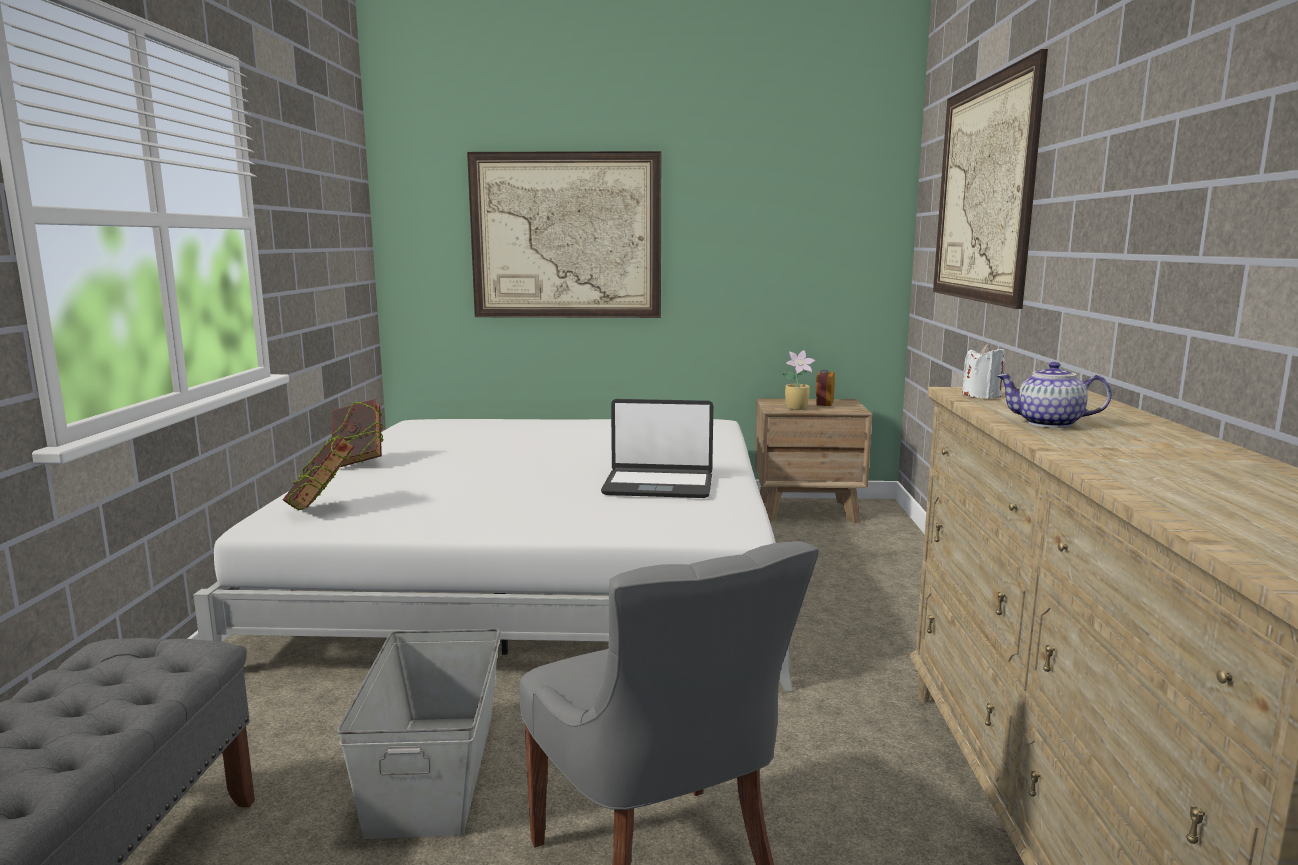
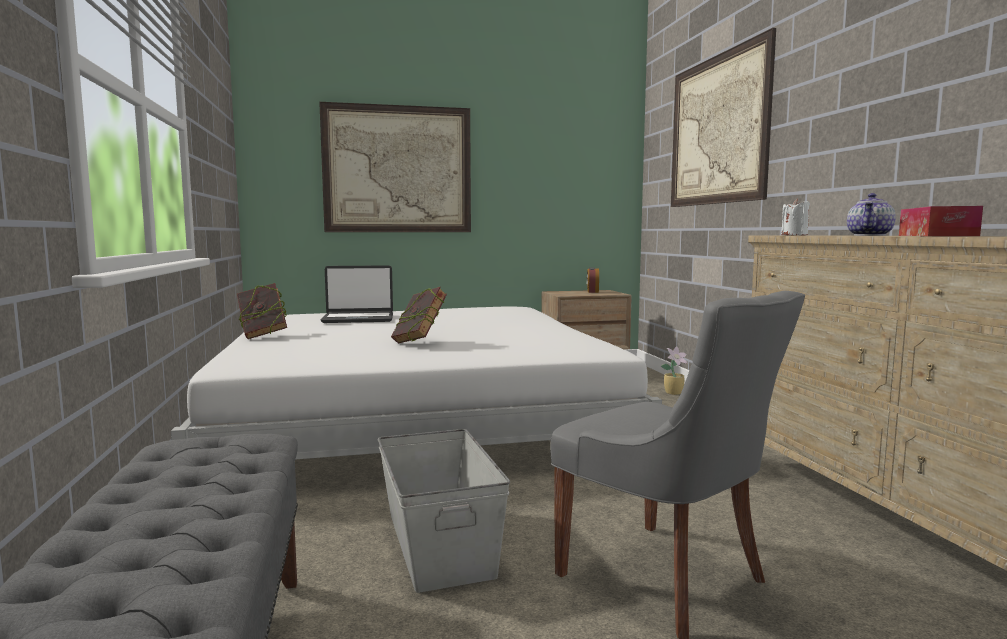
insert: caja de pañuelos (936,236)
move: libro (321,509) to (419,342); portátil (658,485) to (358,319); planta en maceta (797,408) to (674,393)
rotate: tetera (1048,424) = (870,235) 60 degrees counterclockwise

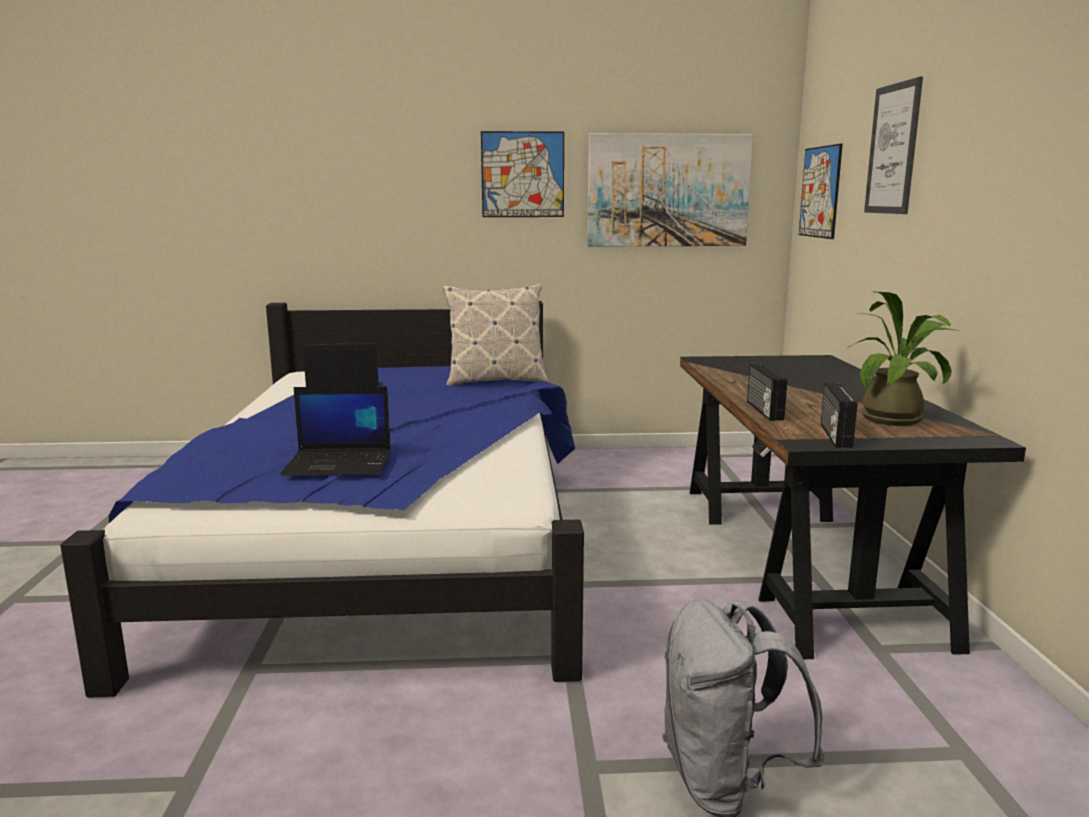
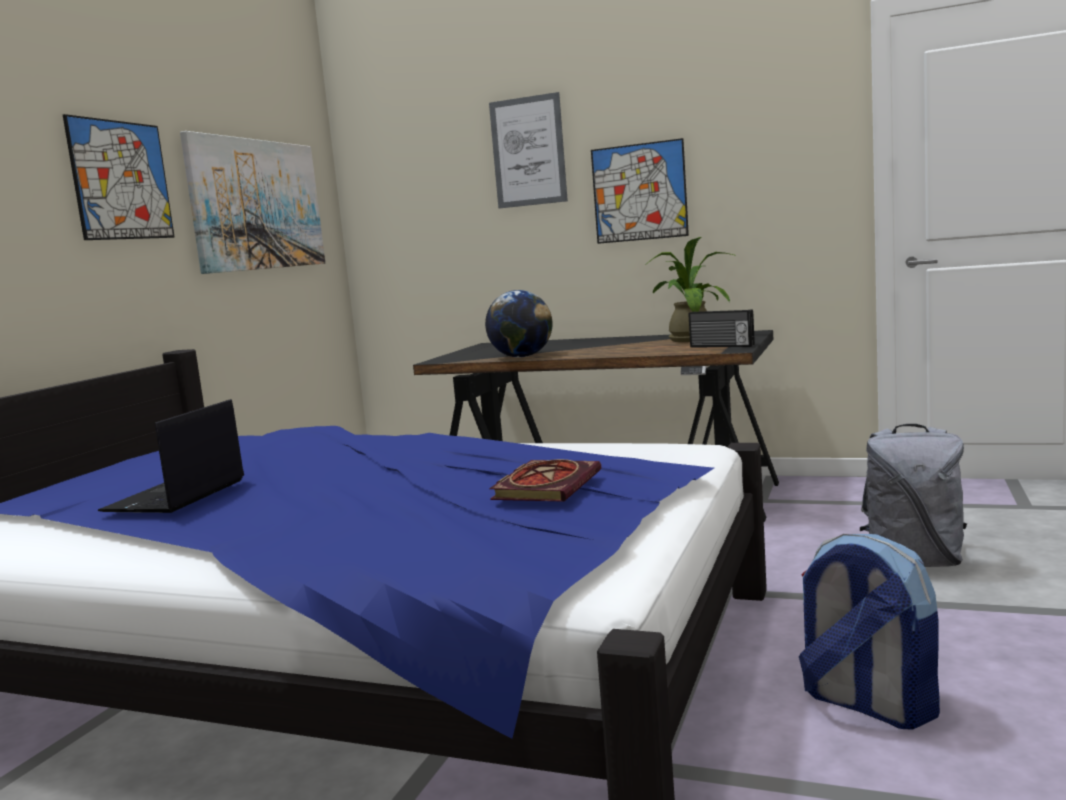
delete: cojín (495,381); radio (763,410)
insert: globo terráqueo (521,357); mochila (866,704)
move: cuadro (820,192) to (639,192)
replace: portátil (340,463) to libro (546,485)

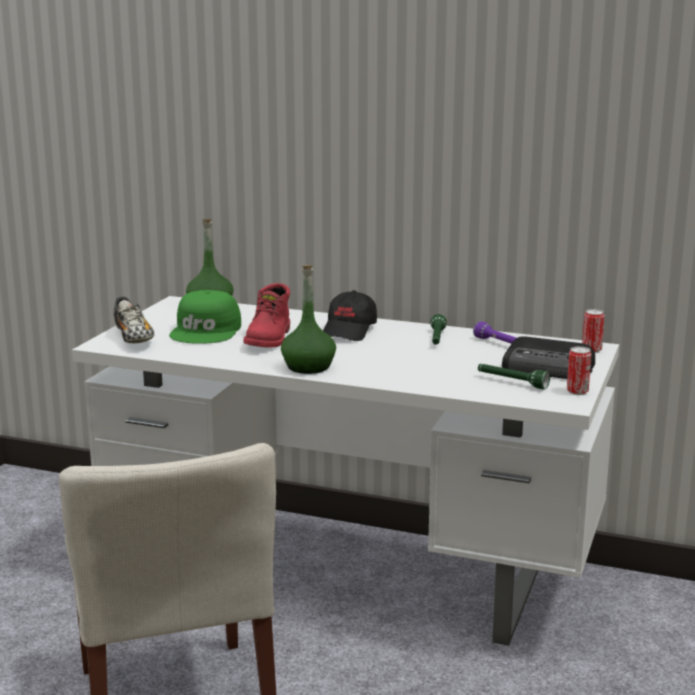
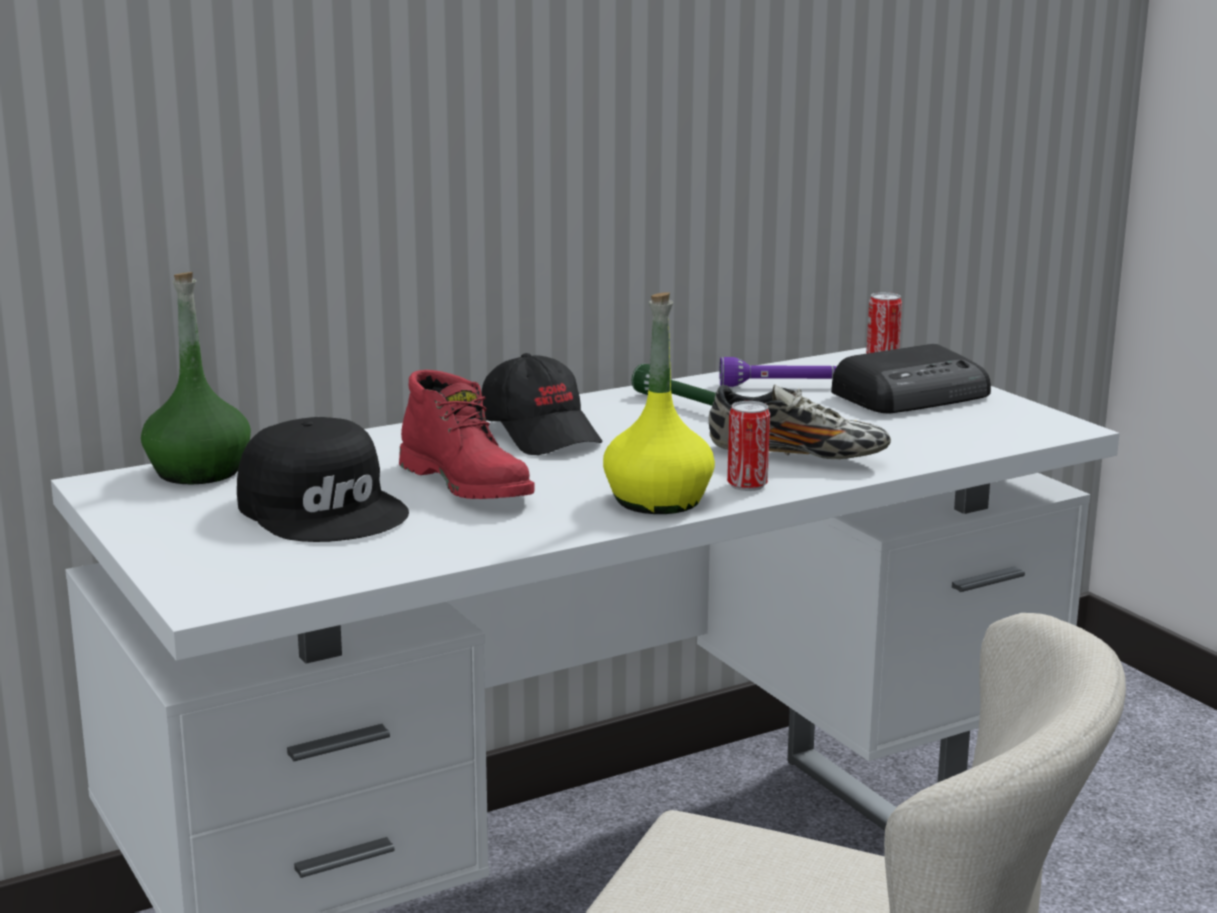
delete: linterna/verde (511,382)
move: zapato (134,338) to (797,456); lata (577,391) to (747,485)
recolor: gorra/verde (207,331) to gorra/negro (325,508); botella/verde (308,367) to botella/amarillo (657,500)

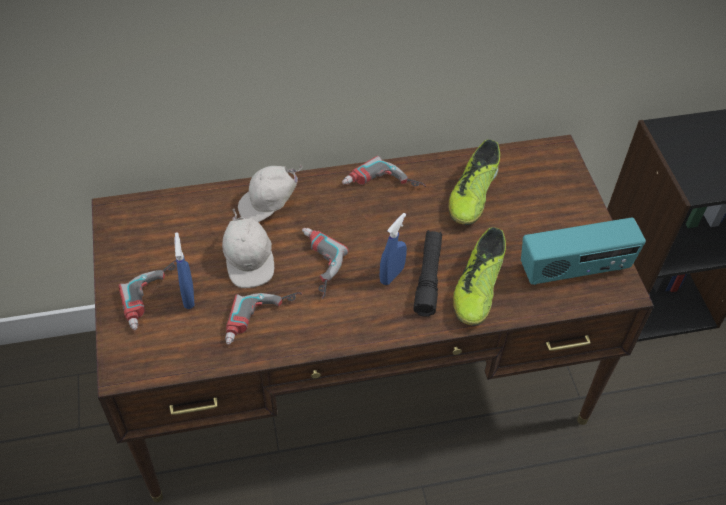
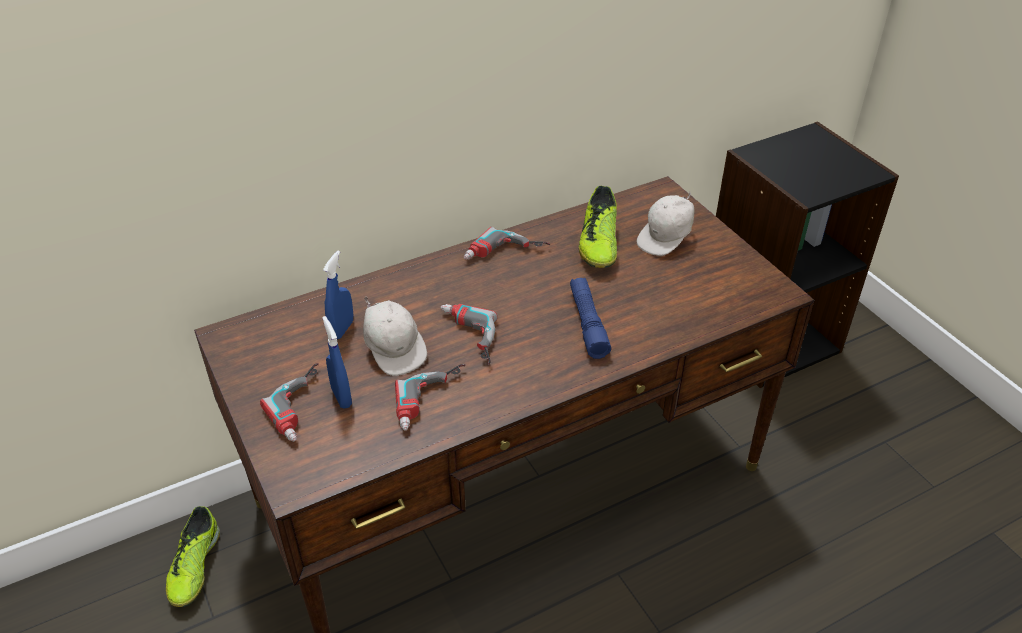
delete: radio (574,270)
move: gorra/blanco (269,205) to (666,239); pulverizador/azul (392,275) to (342,329); zapato (478,287) to (194,566)
recolor: linterna/negro (428,277) to linterna/azul (587,323)

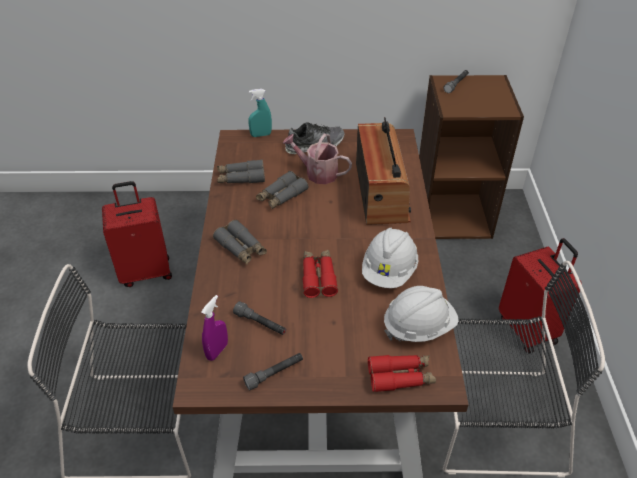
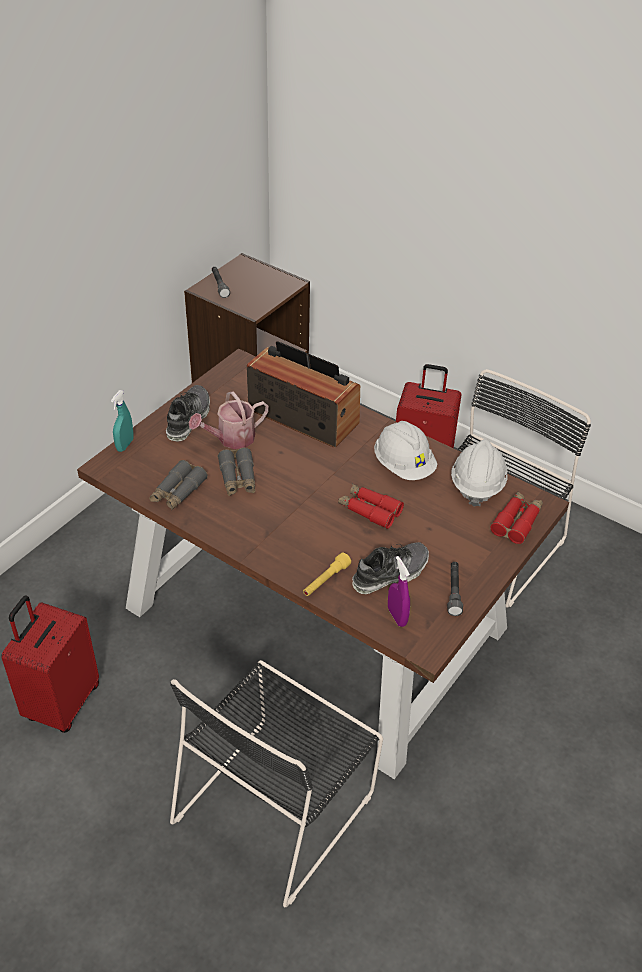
delete: prismáticos/gris (241,248)
insert: linterna/amarillo (325,580)
replace: linterna/gris (260,324) to zapato (390,573)

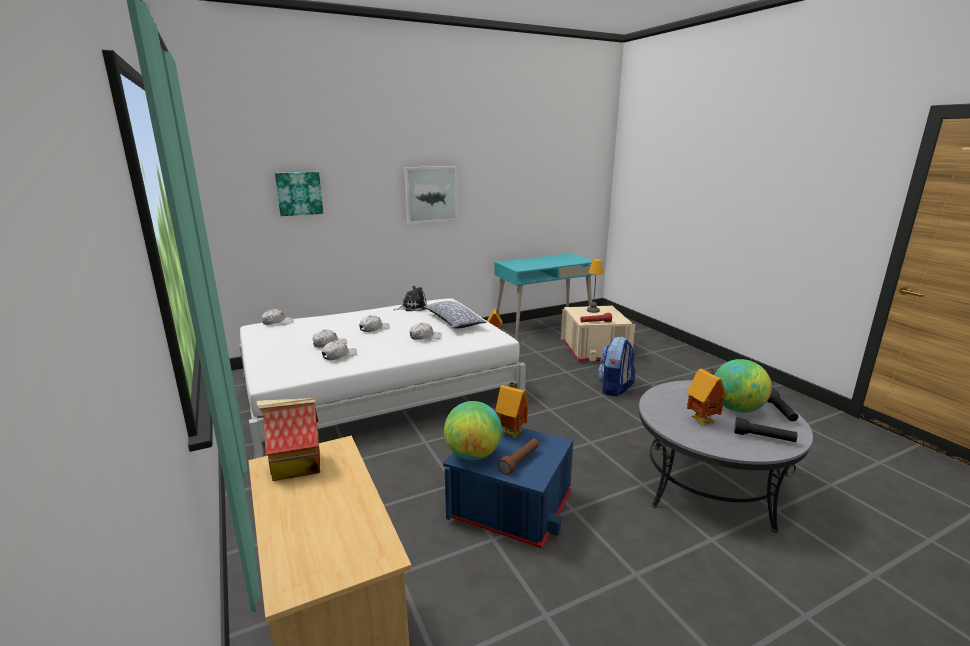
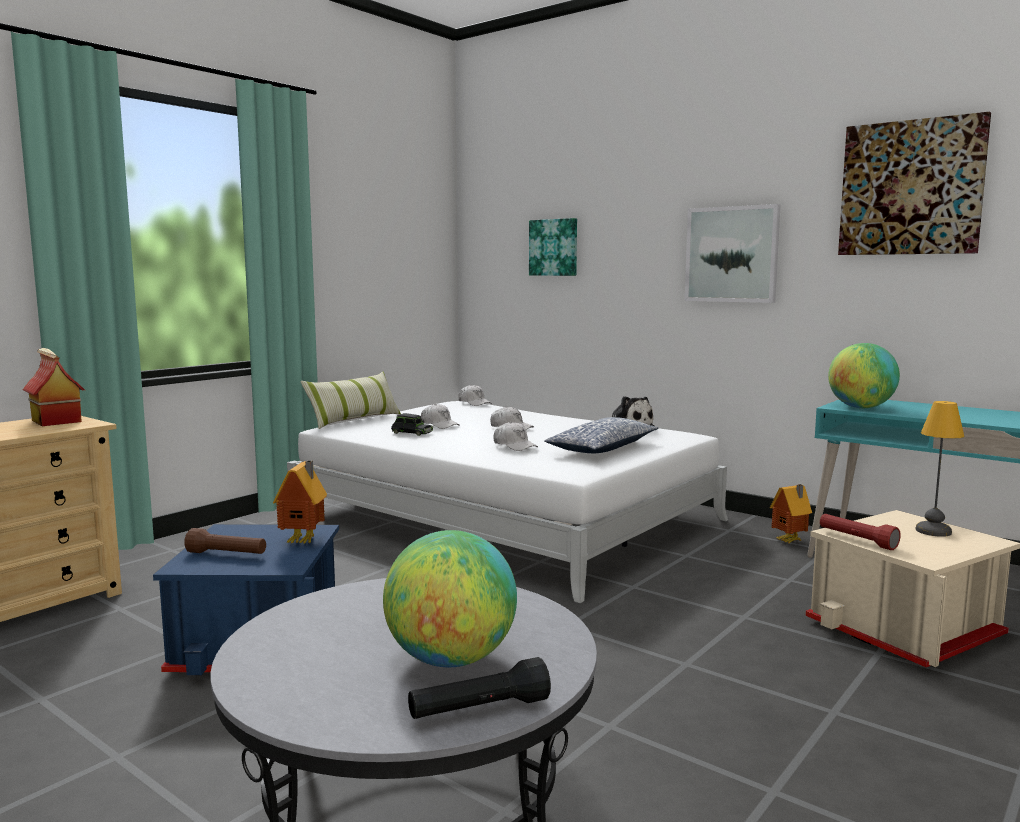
delete: mochila (615,389); casita (703,420); linterna/negro (763,438)
insert: cojín (354,420); cuadro (911,188)
move: globo terráqueo (473,455) to (861,407)
replace: gorra/blanco (339,355) to coche de juguete/negro (411,432)

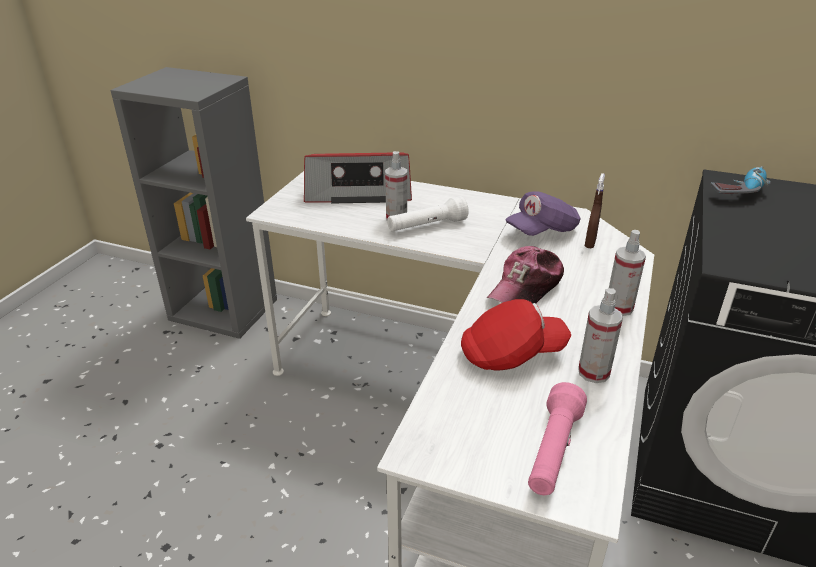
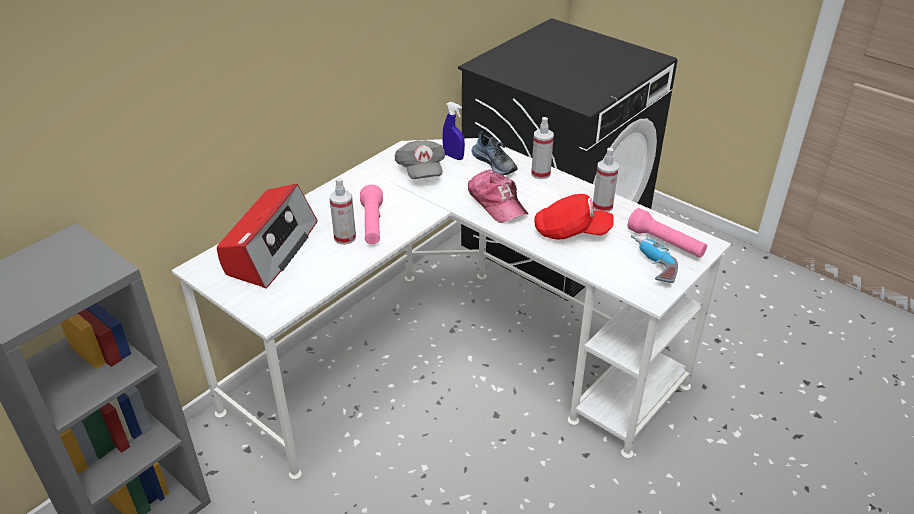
insert: zapato (495,164)
move: taladro (739,190) to (651,265)
recolor: linterna/blanco (427,226) to linterna/rosa (372,224); gorra/morado (542,231) to gorra/gris (421,171); pulverizador/marrón (590,243) to pulverizador/azul (453,156)
rotate: gorra/rojo (511,354) = (571,232) 90 degrees clockwise

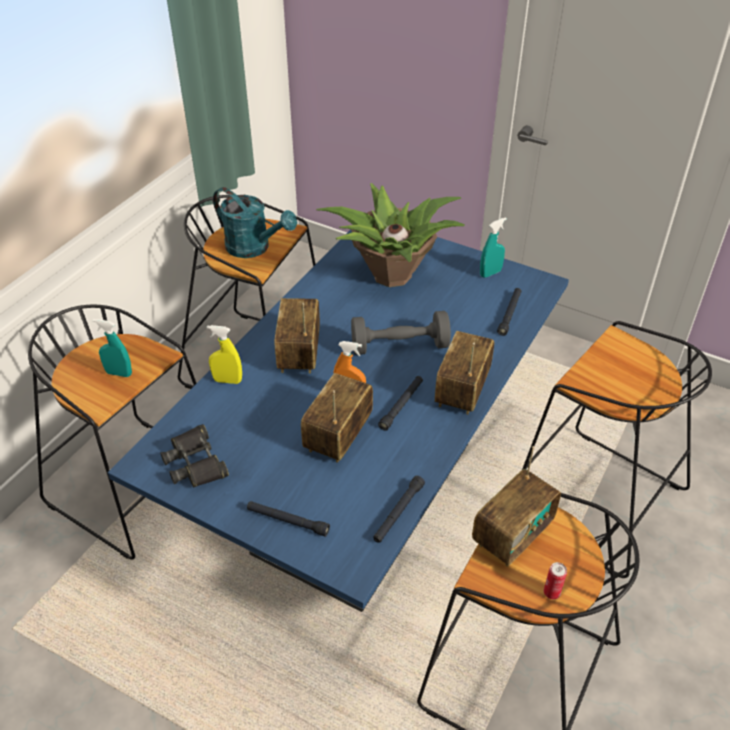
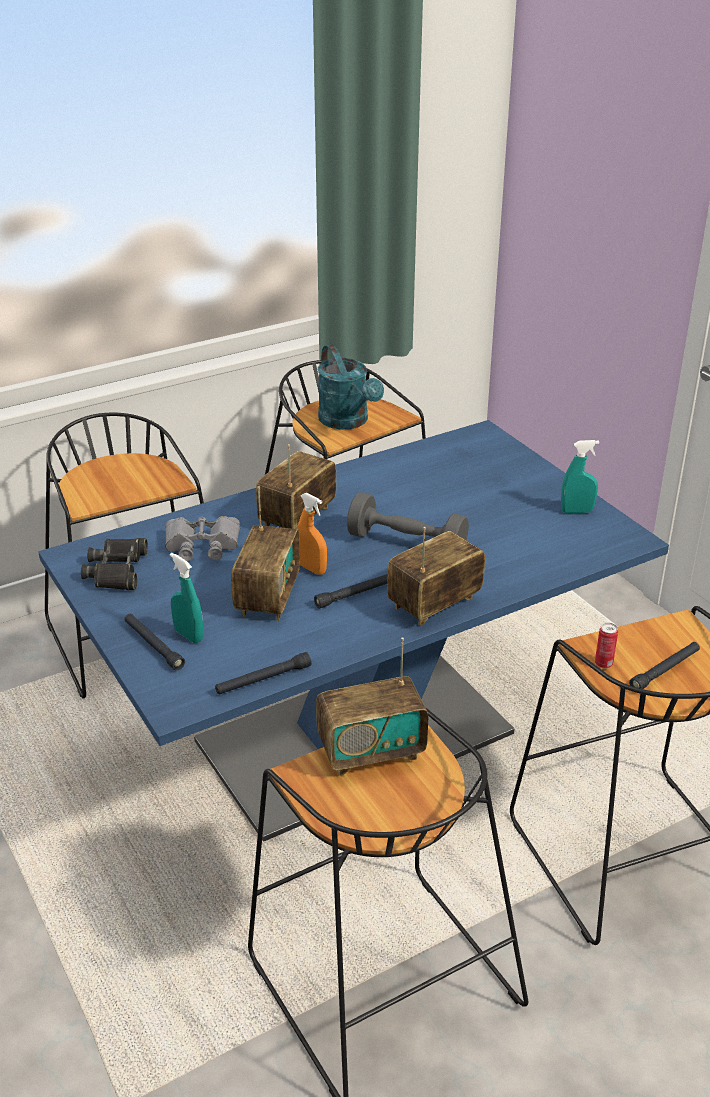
delete: pulverizador/amarillo (227,380); planta en maceta (390,274)
insert: prismáticos/gris (202,545)
move: pulverizador/turquesa (119,373) to (188,635); linterna/negro (509,314) to (665,670); lata (551,593) to (603,664)
rotate: radio (338,436) = (268,597) 135 degrees clockwise

